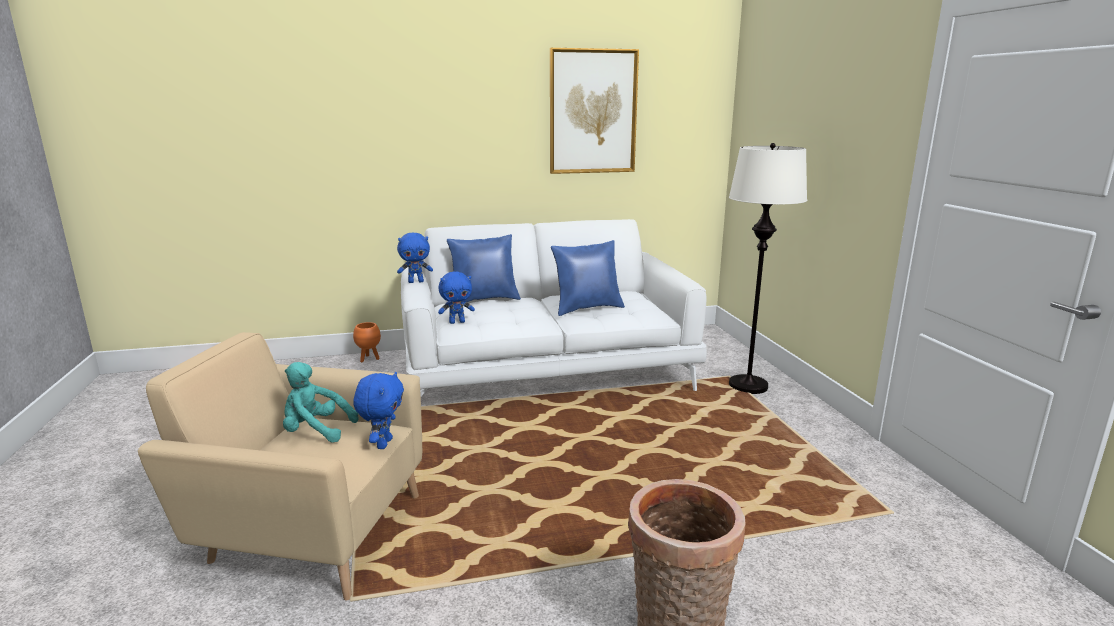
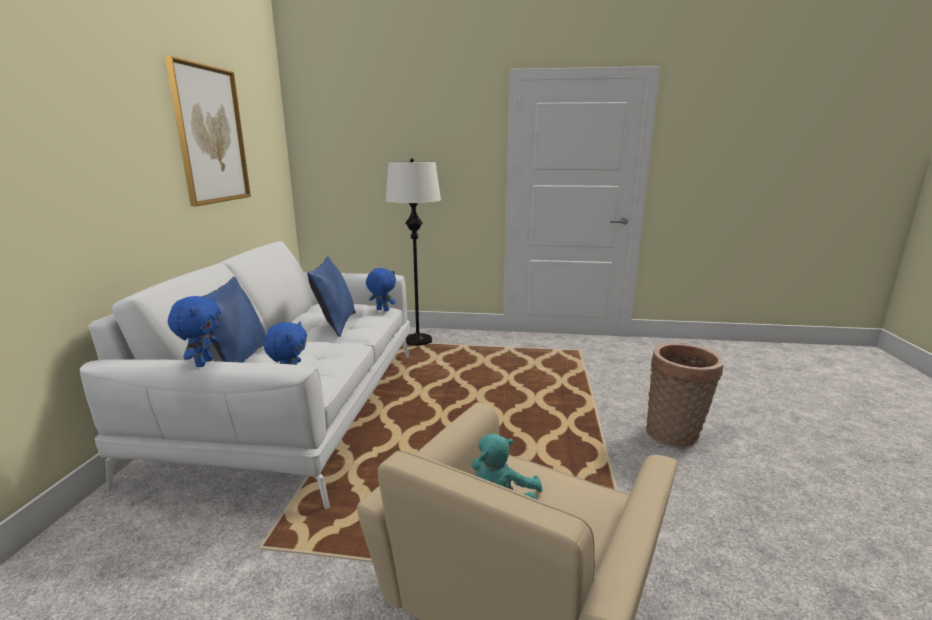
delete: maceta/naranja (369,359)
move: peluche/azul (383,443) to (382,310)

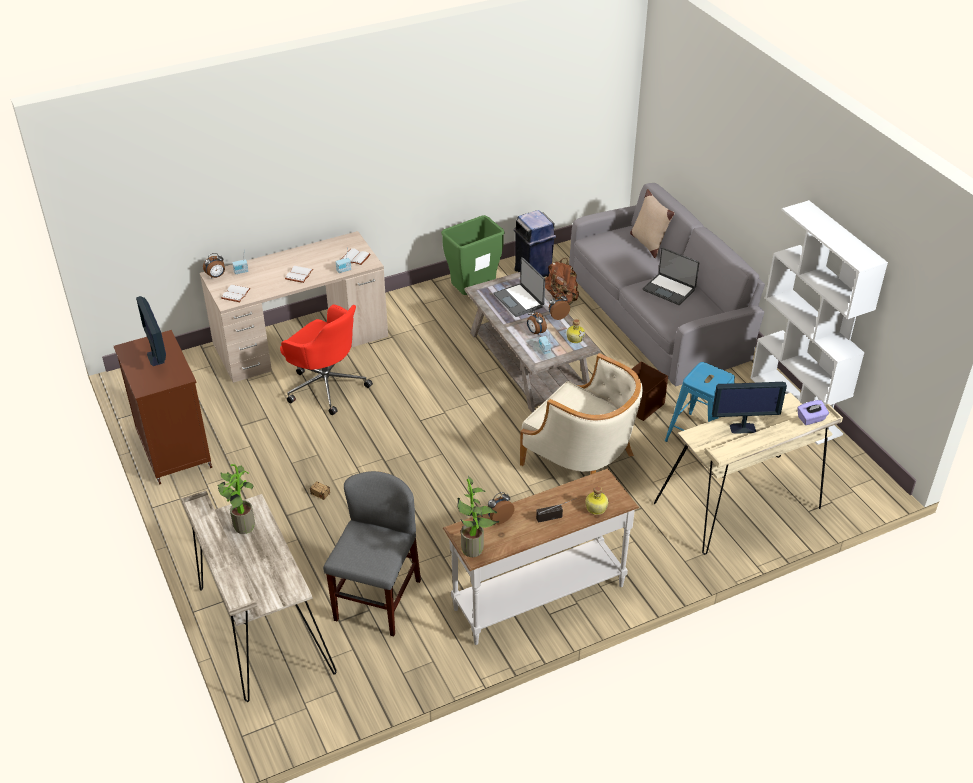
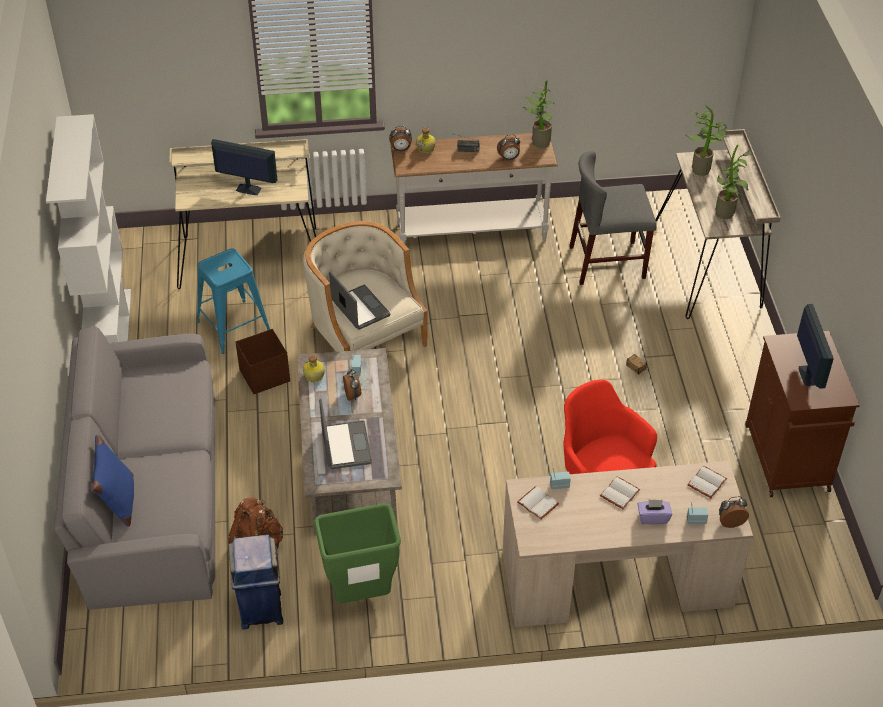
insert: planta en maceta (702,168)
move: despertador (558,316) to (401,149); portátil (669,289) to (359,309); caja de pañuelos/morado (811,419) to (653,517)
recolor: cojín/beis (648,243) to cojín/azul (119,502)
rotate: silla/gris (377,600) = (607,262) 45 degrees clockwise

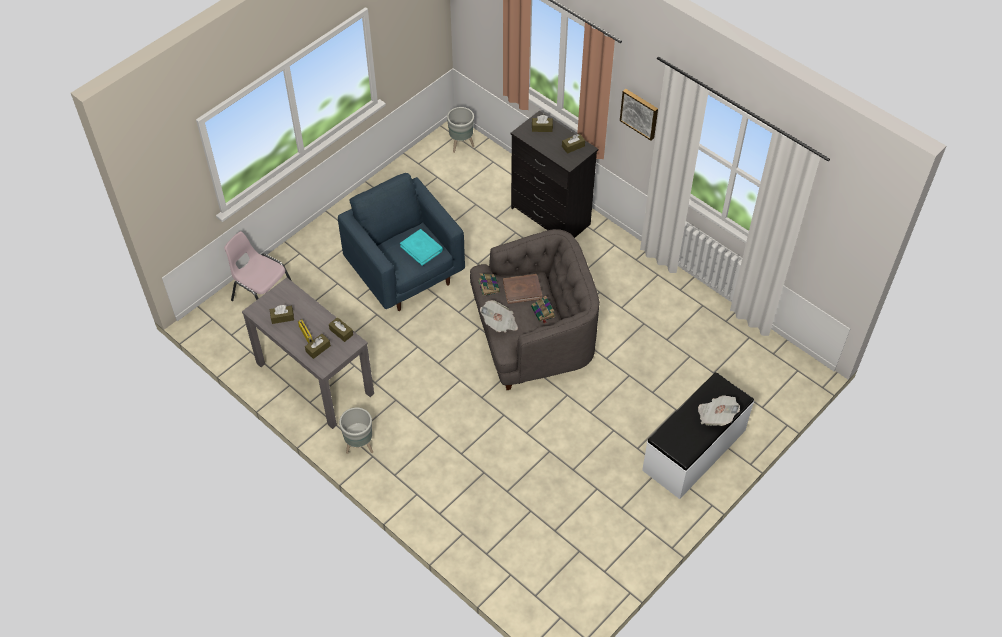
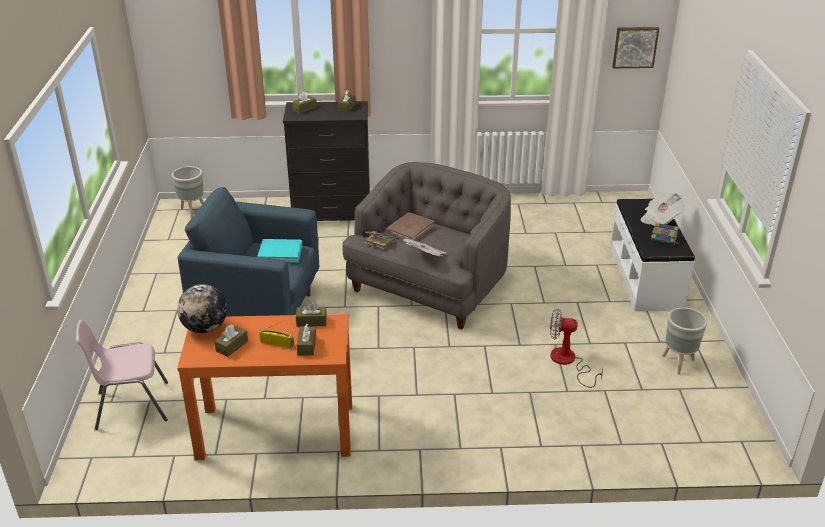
insert: globo terráqueo (205,328); ventilador (568,362)
move: maceta/gris (359,447) to (679,363); libro (543,312) to (664,239); cuadro (640,113) to (634,47)
recolor: mesa consola/gris (314,378) to mesa consola/naranja (275,431)

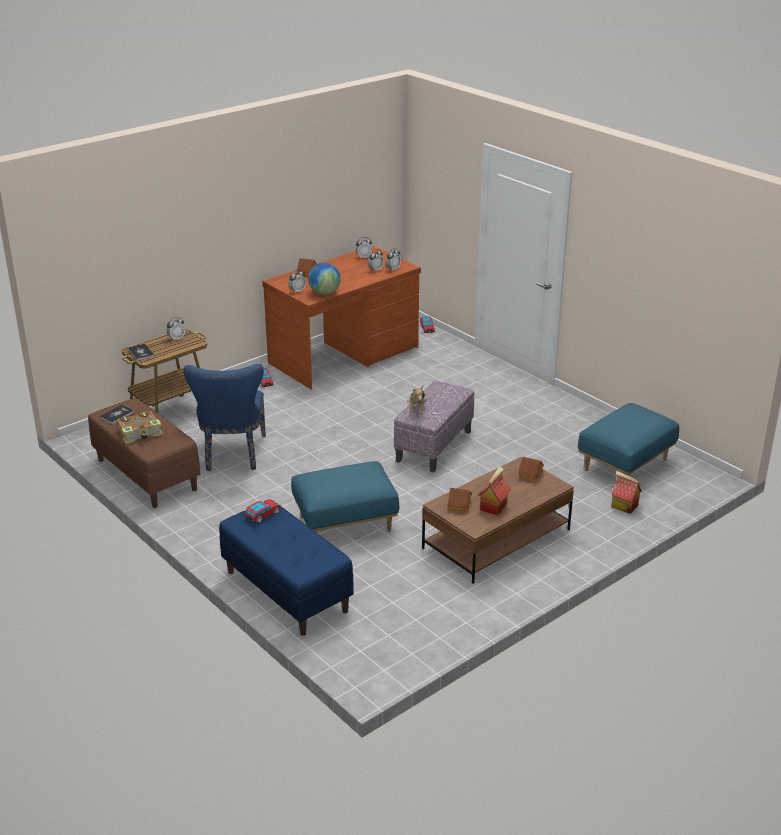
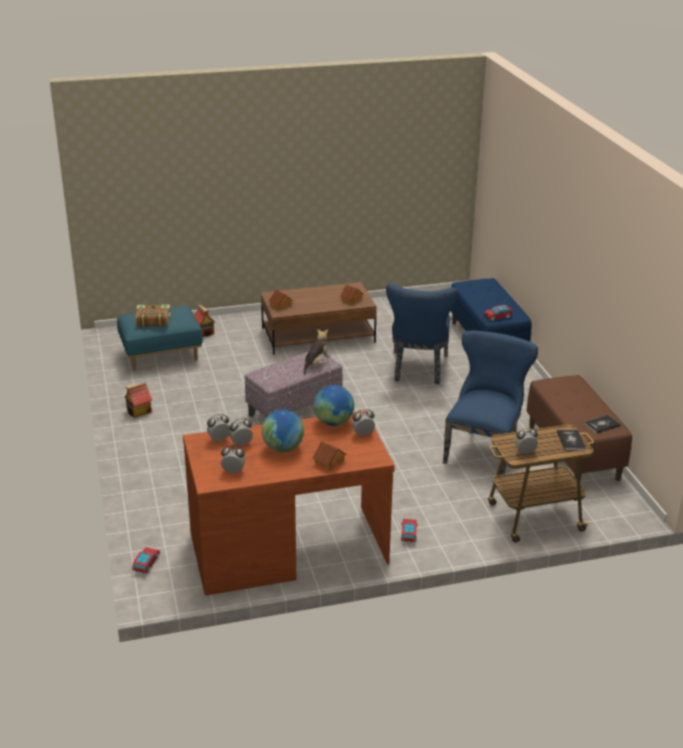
insert: globo terráqueo (283,448)
move: libro (140,433) to (152,320); casita (493,506) to (139,411)
replace: puf/azul (345,524) to silla/azul (418,370)

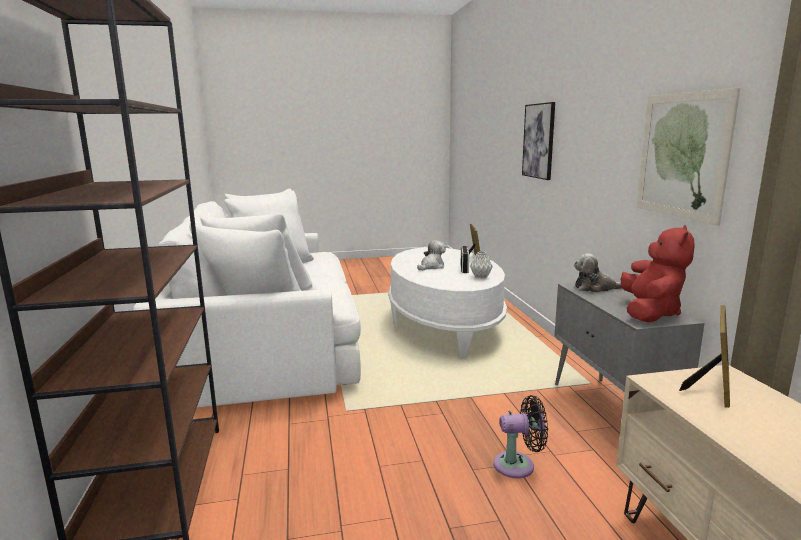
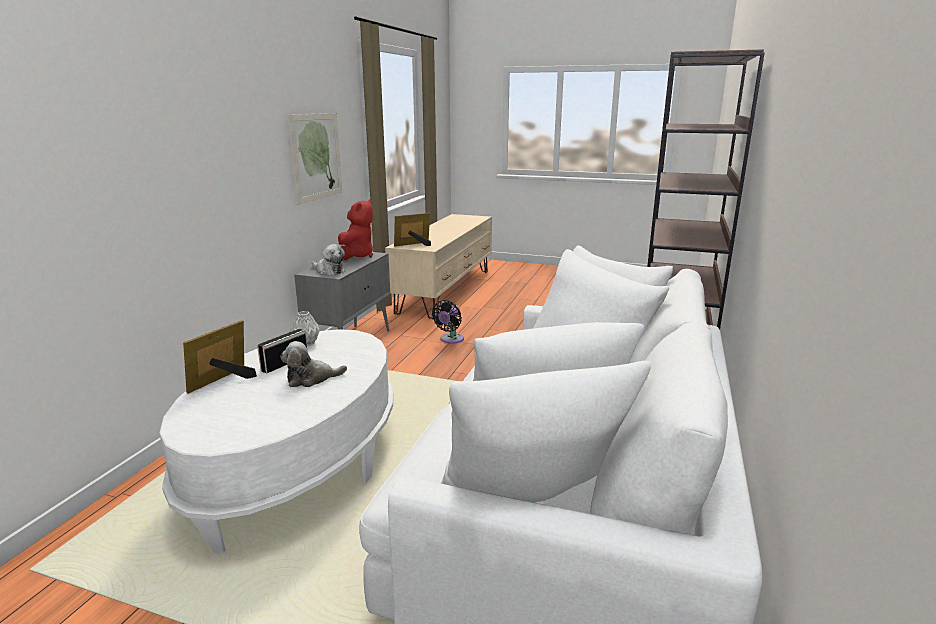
delete: cuadro (539,141)
rotate: ventilador/negro (518,465) = (450,339) 90 degrees counterclockwise; peluche/rojo (650,313) = (356,256) 150 degrees clockwise

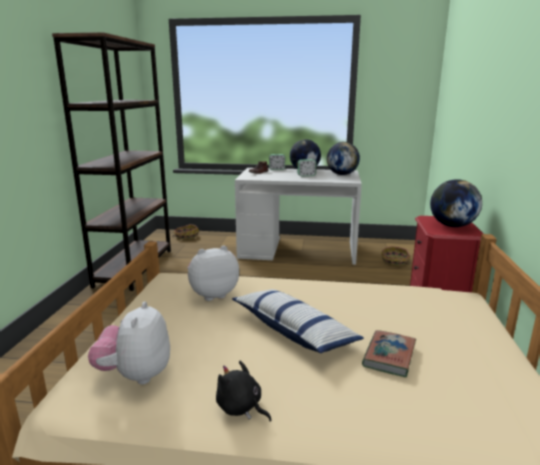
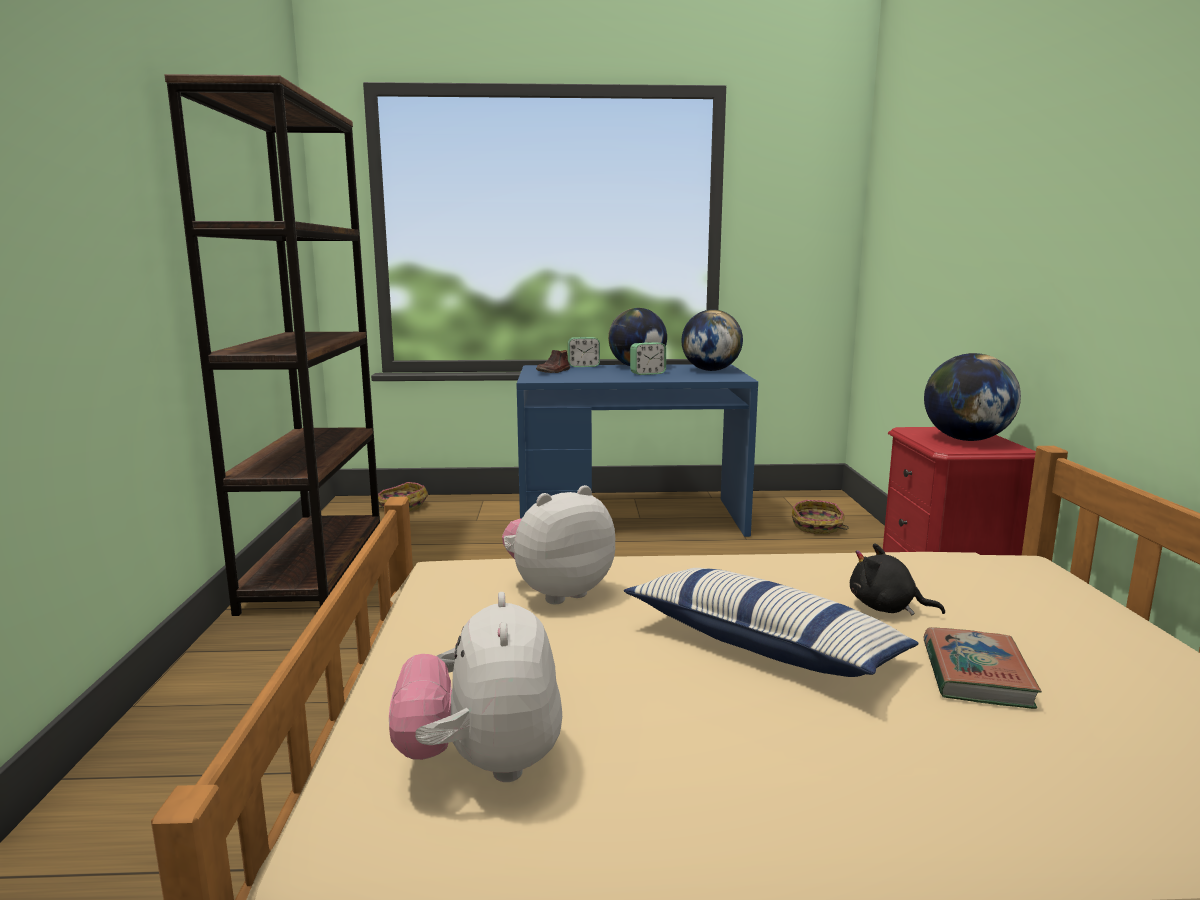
move: peluche/negro (241,408) to (886,608)
recolor: escritorio/blanco (297,250) to escritorio/azul (631,518)

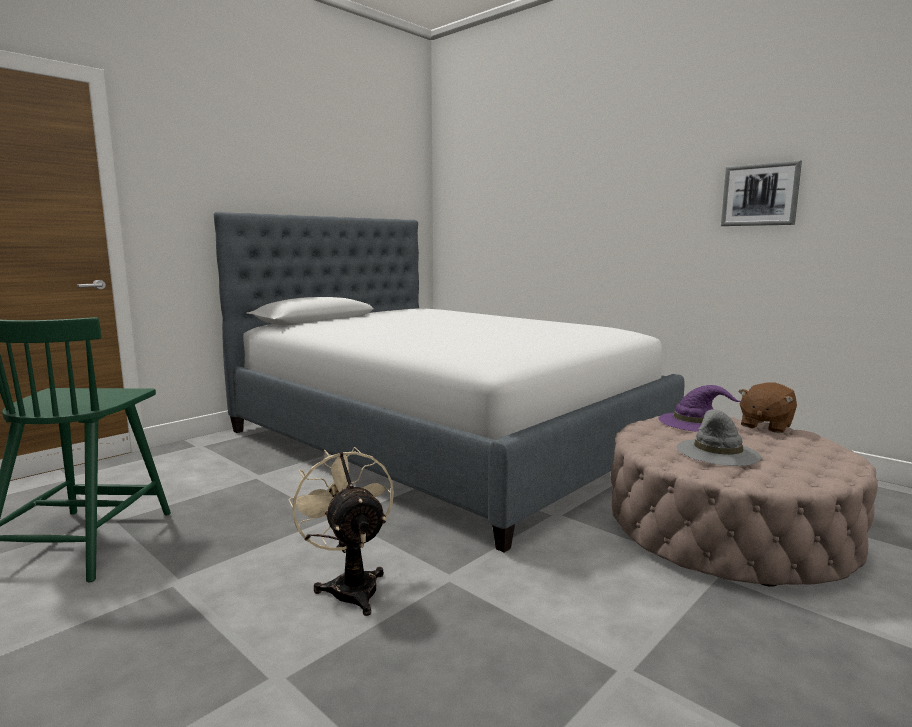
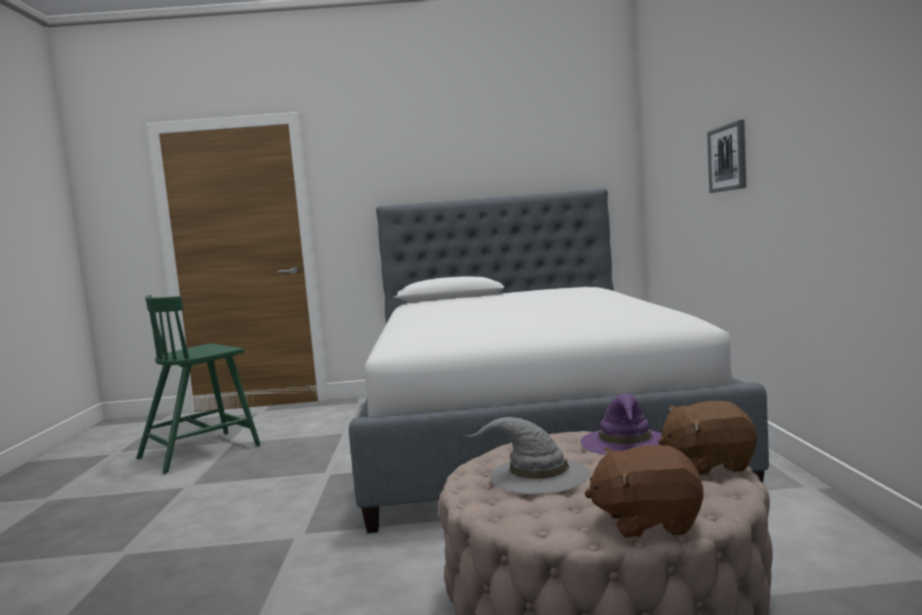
delete: ventilador/beis (351,585)
insert: peluche/marrón (647,522)
move: cuadro (760,195) to (728,158)

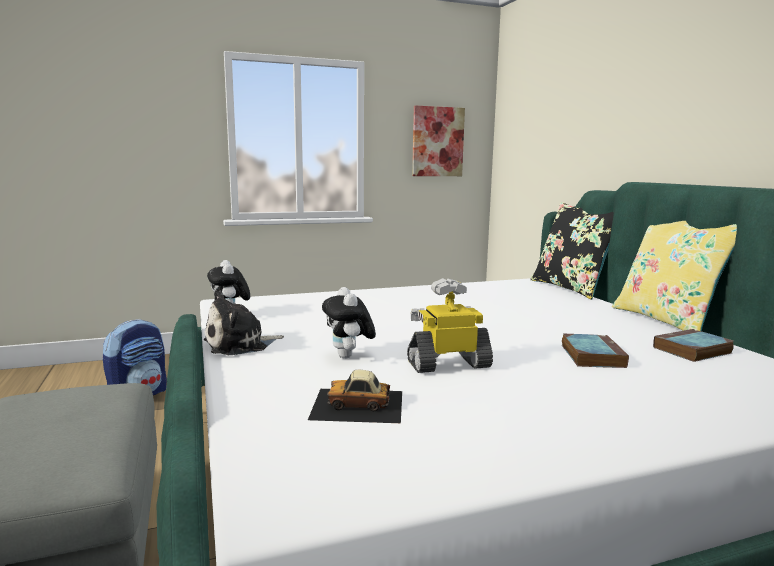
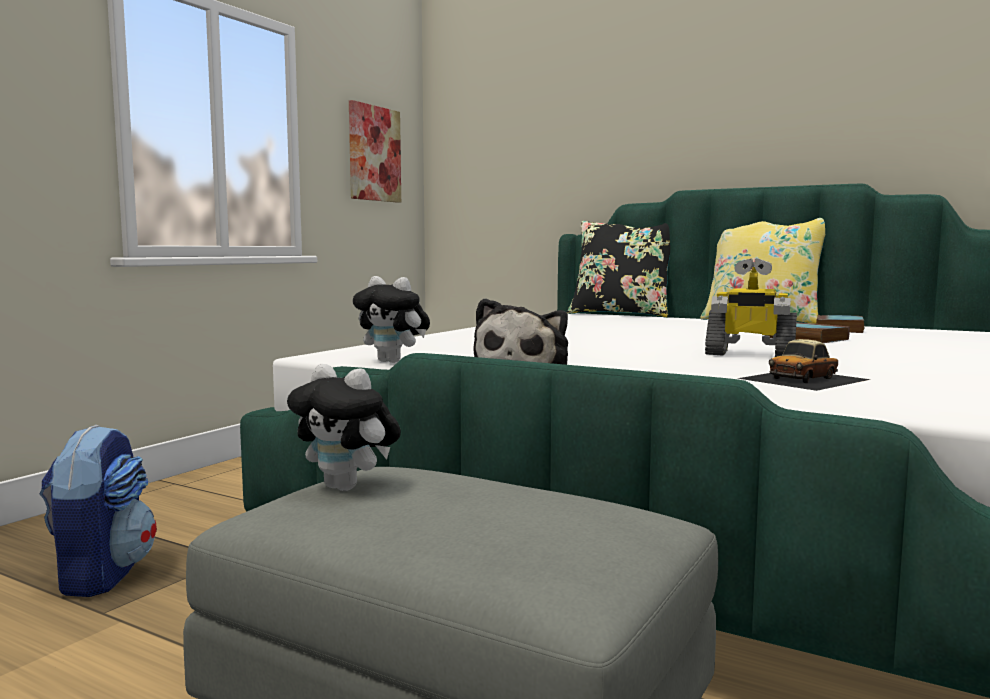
move: peluche (349,357) to (348,487)
rotate: robot de juguete (448,364) = (749,354) 105 degrees counterclockwise

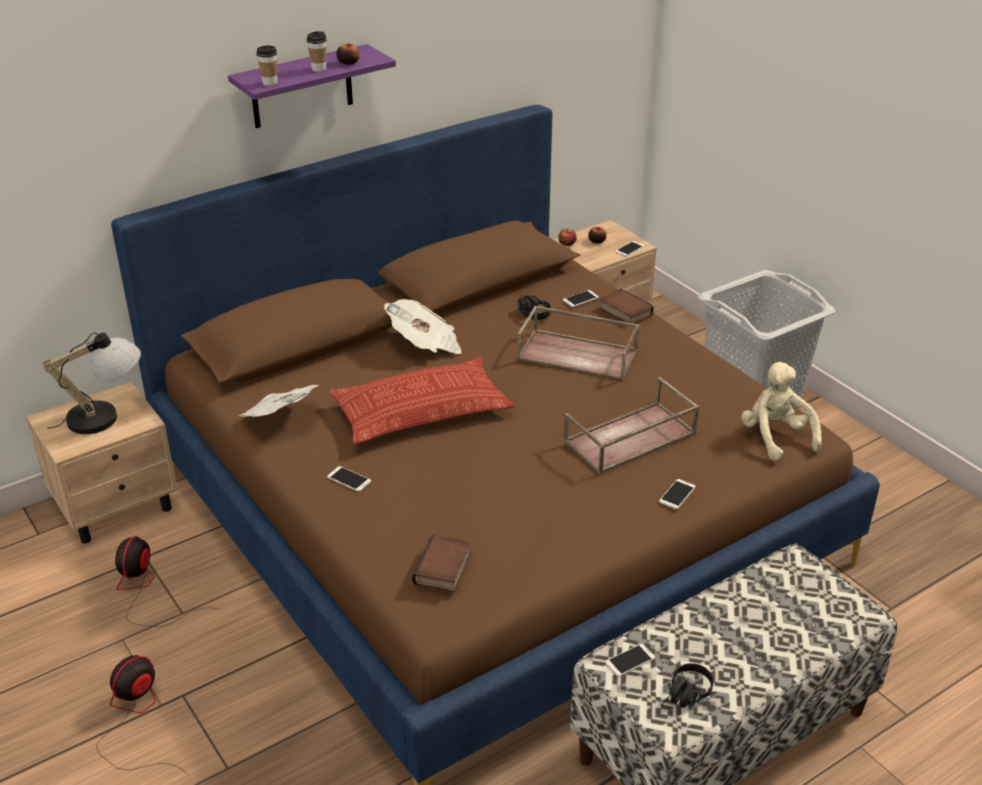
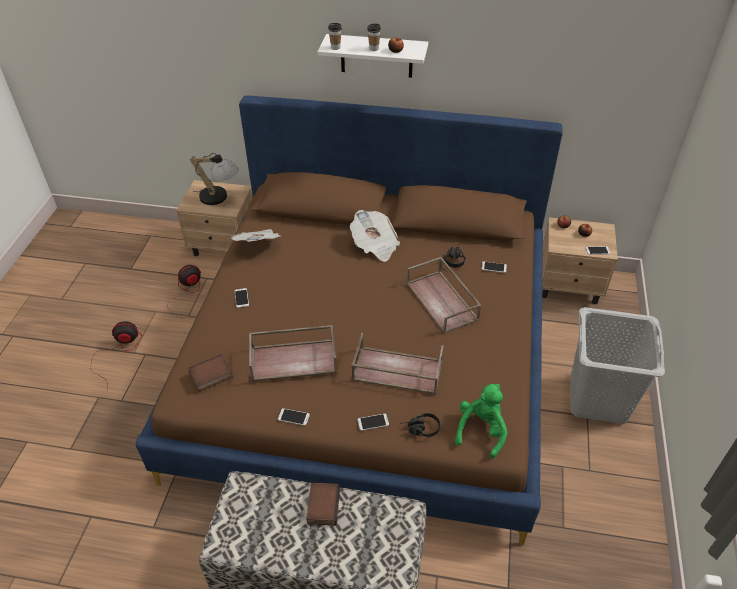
delete: cojín (421,410)
insert: bandeja/marrón (294,359)
move: libro (623,312) to (322,505); móvil (630,660) to (293,417); auriculares/negro (685,696) to (419,429)
recolor: estante/morado (302,87) to estante/blanco (376,56); peluche/beis (776,437) to peluche/verde (481,430)

